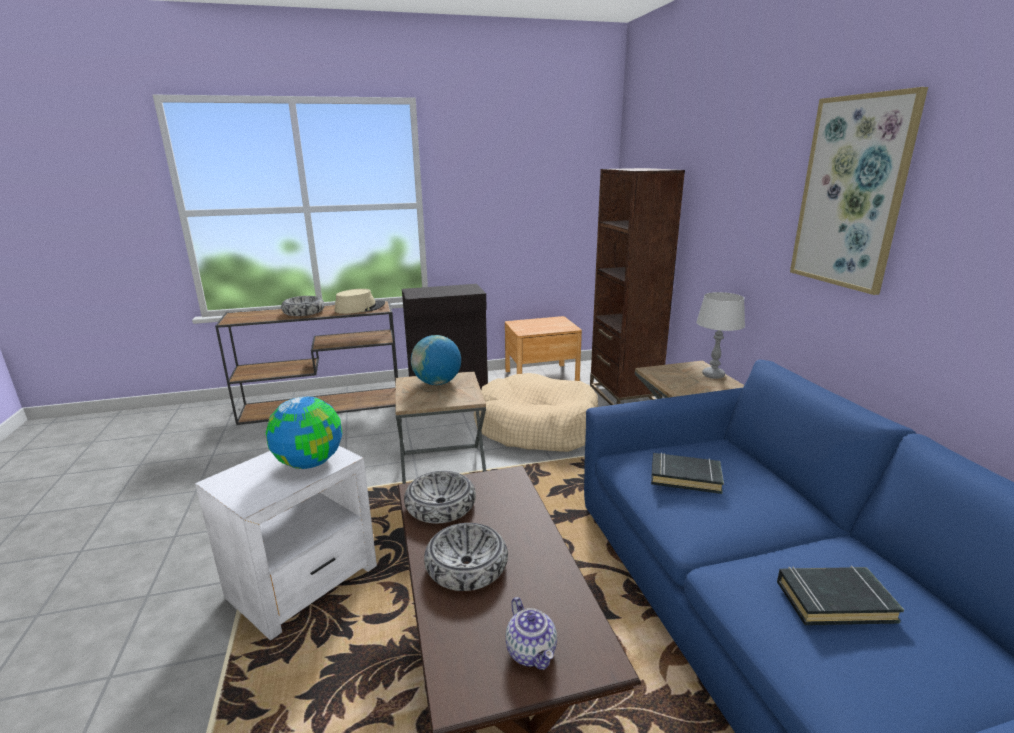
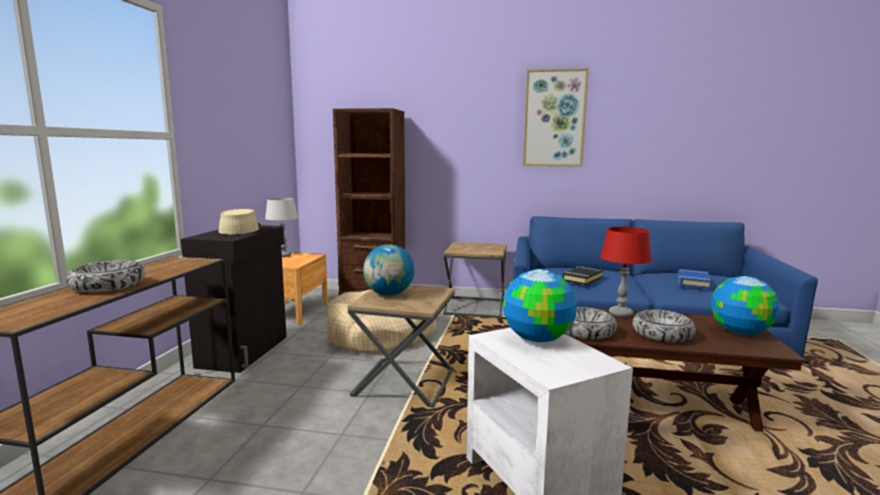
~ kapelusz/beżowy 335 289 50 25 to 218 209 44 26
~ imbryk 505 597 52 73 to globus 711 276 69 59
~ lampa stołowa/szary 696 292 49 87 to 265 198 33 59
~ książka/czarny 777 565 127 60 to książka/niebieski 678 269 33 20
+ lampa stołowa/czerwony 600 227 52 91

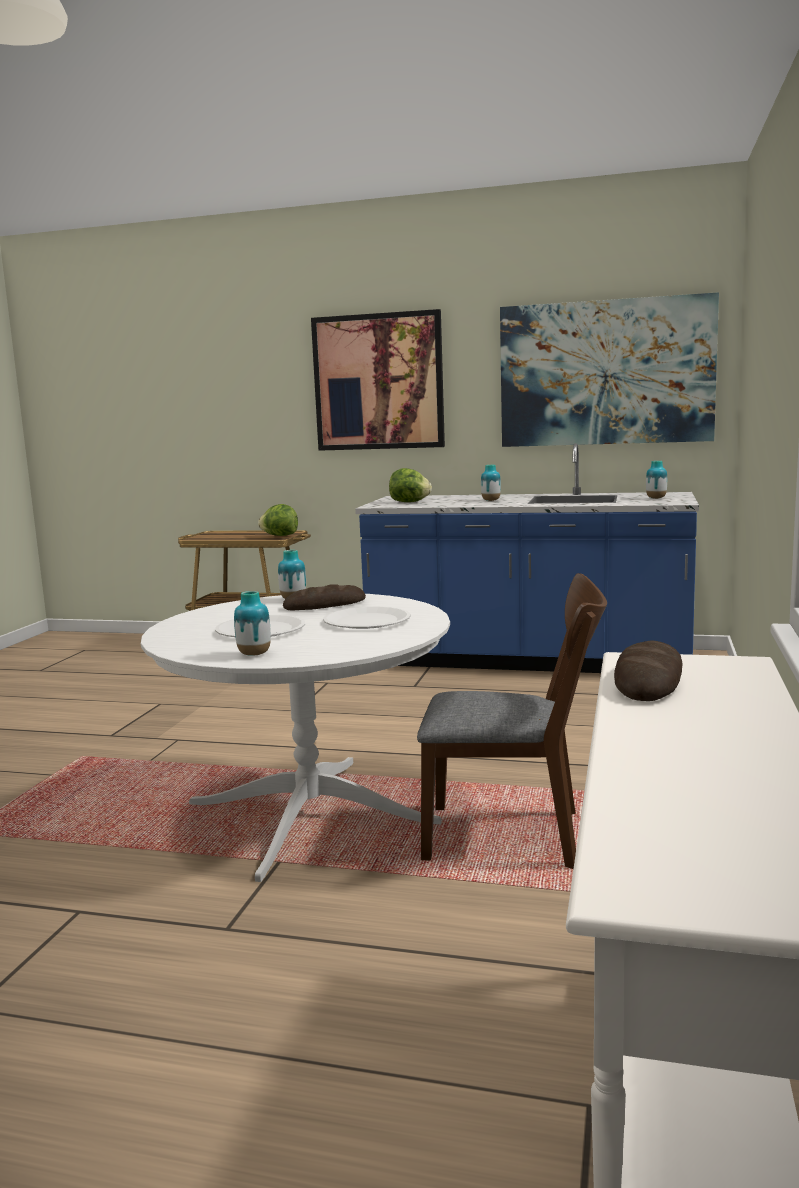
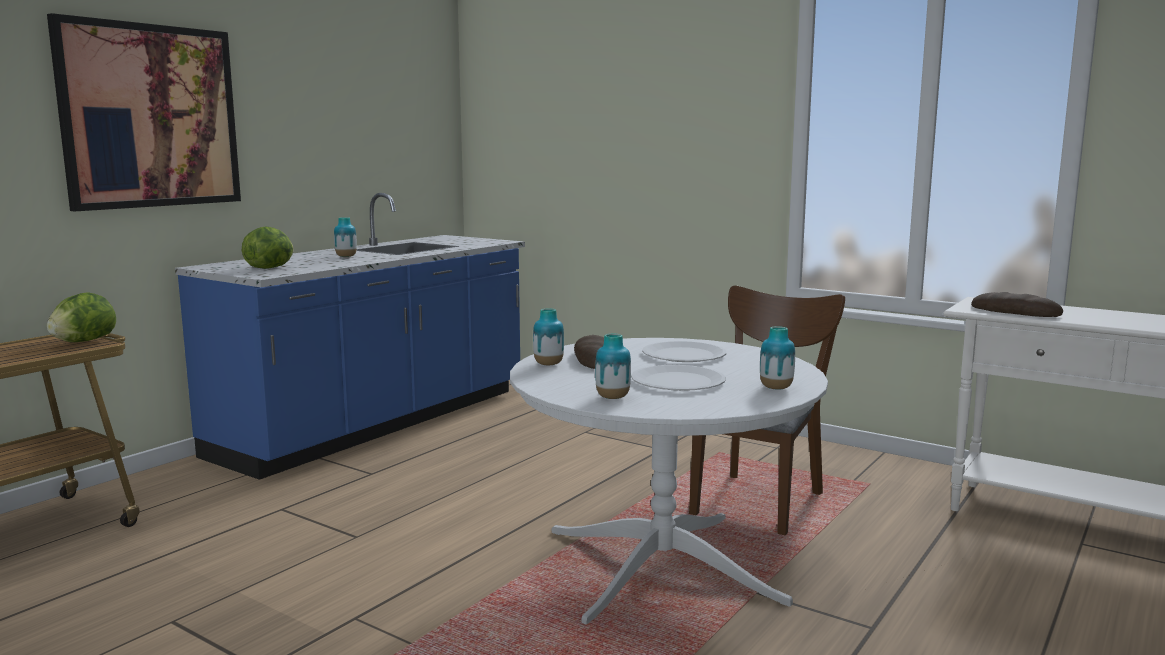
- obraz 500 292 219 155
~ wazon 646 461 21 38 to 595 334 36 65

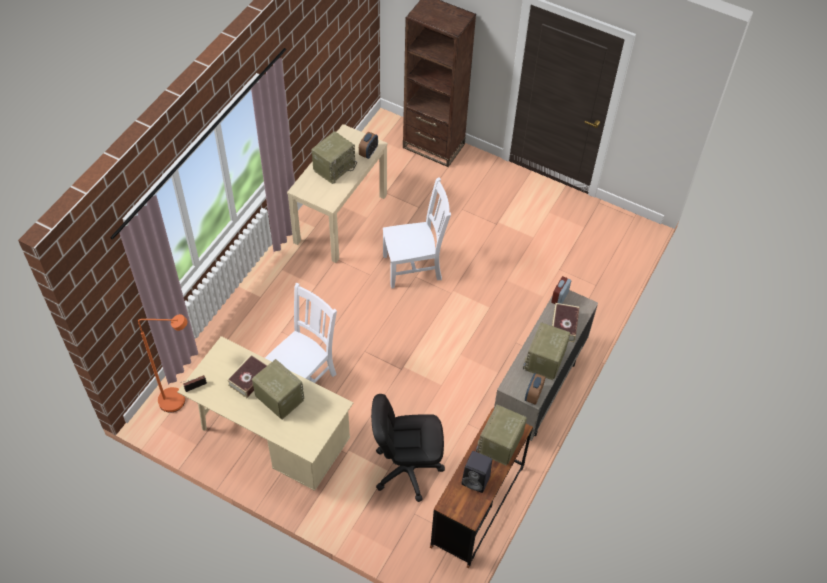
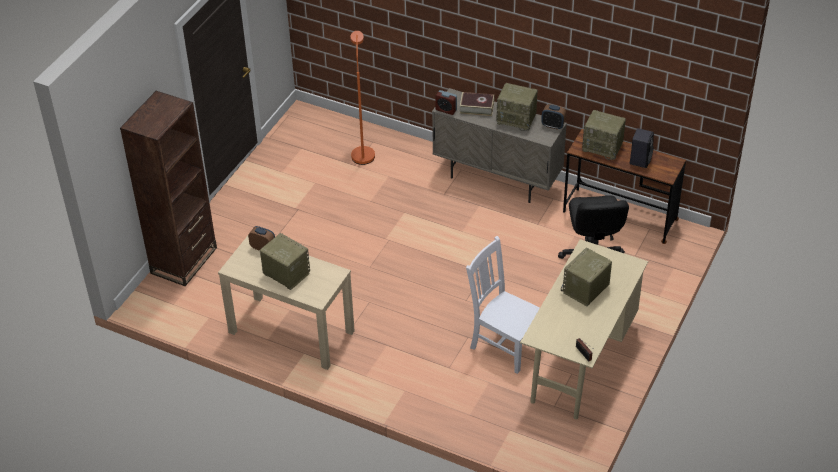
~ lampa stojąca/pomarańczowy 138 314 49 99 to 350 31 25 134
- książka 227 354 41 44
- krzesło/biały 383 177 68 111

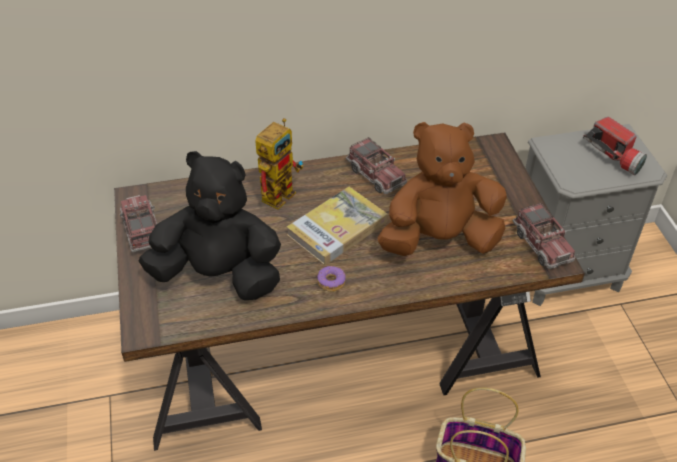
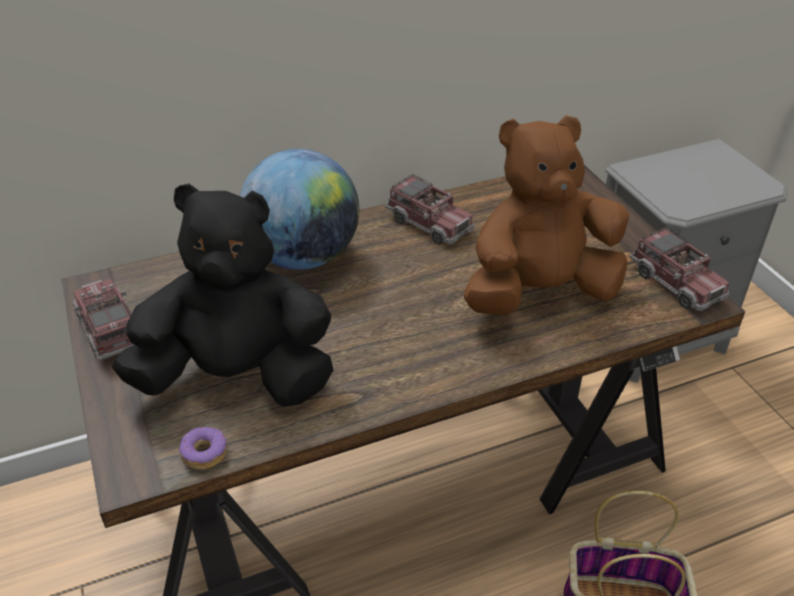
~ robot zabawkowy 255 118 49 91 to globus 240 149 119 121
- książka 287 187 100 78
~ donut 317 266 29 26 to 179 427 48 43
- latarka 583 117 64 58

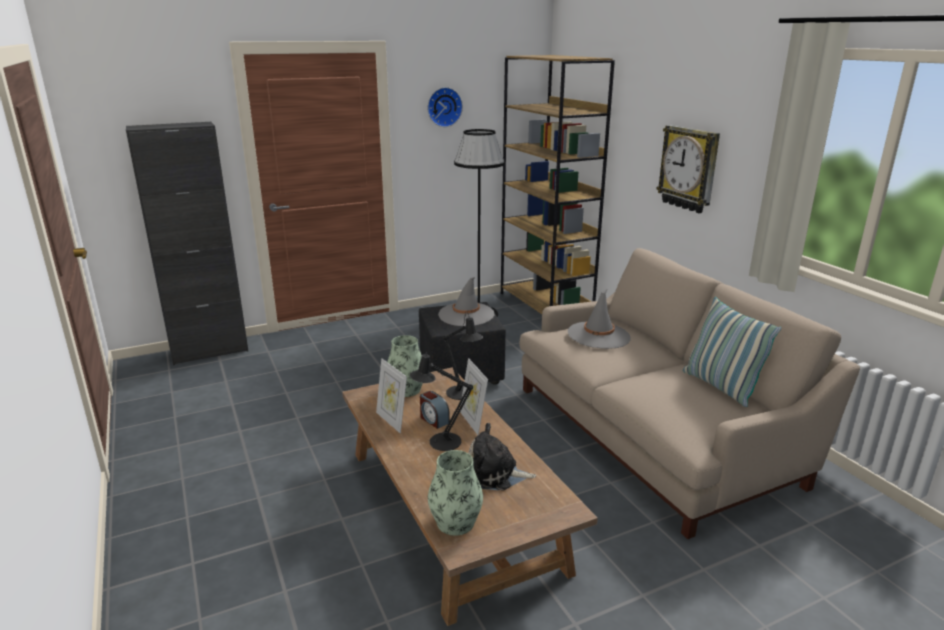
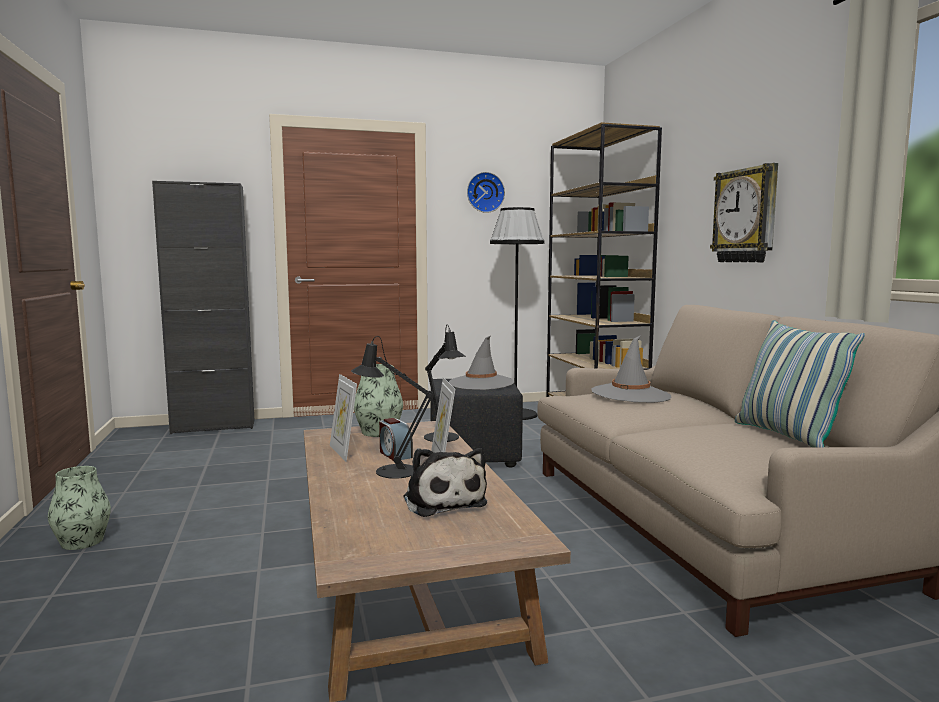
~ wazon 428 450 55 86 to 48 466 63 84
~ pluszak 468 423 68 68 = 403 448 84 69 135 degrees counterclockwise

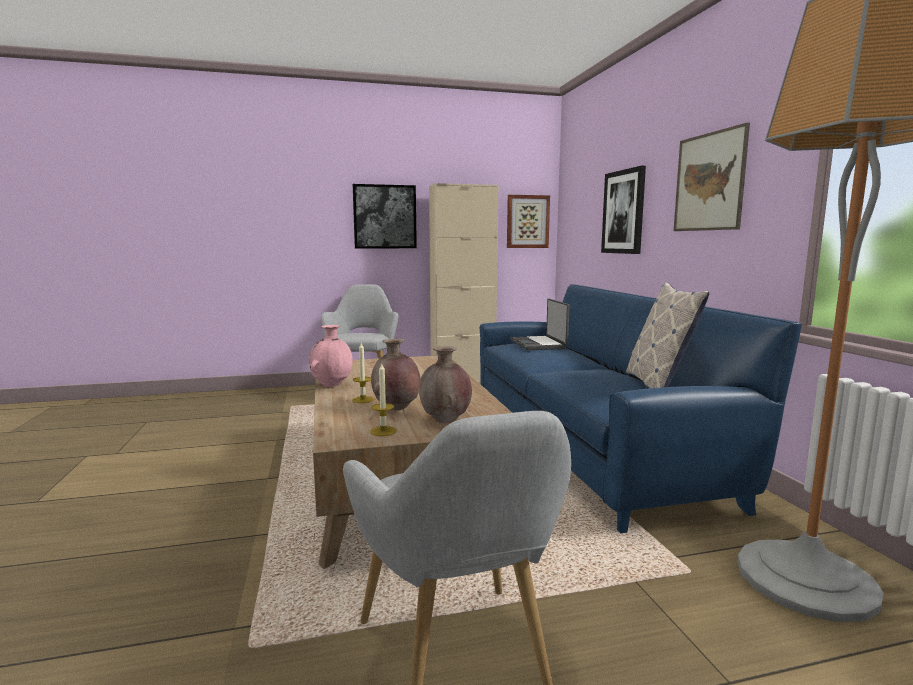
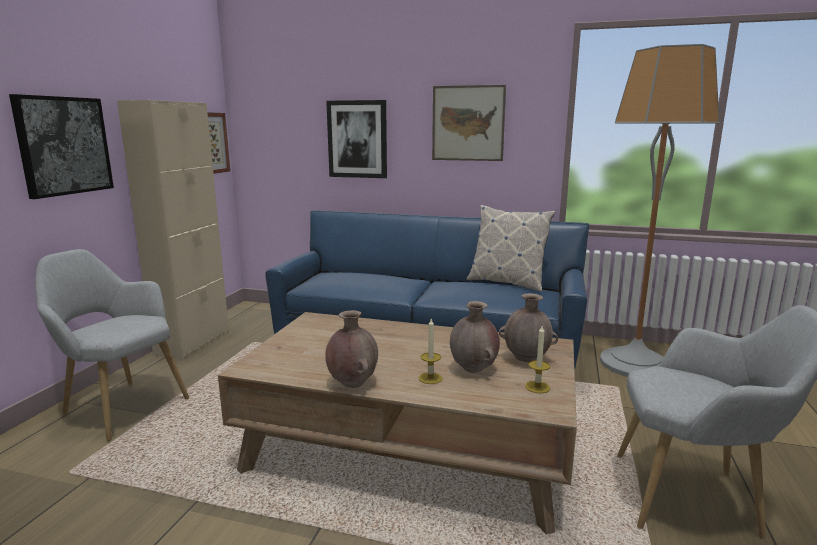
~ wazon/różowy 309 325 44 62 to wazon/brązowy 325 310 53 78
- laptop 510 299 59 51

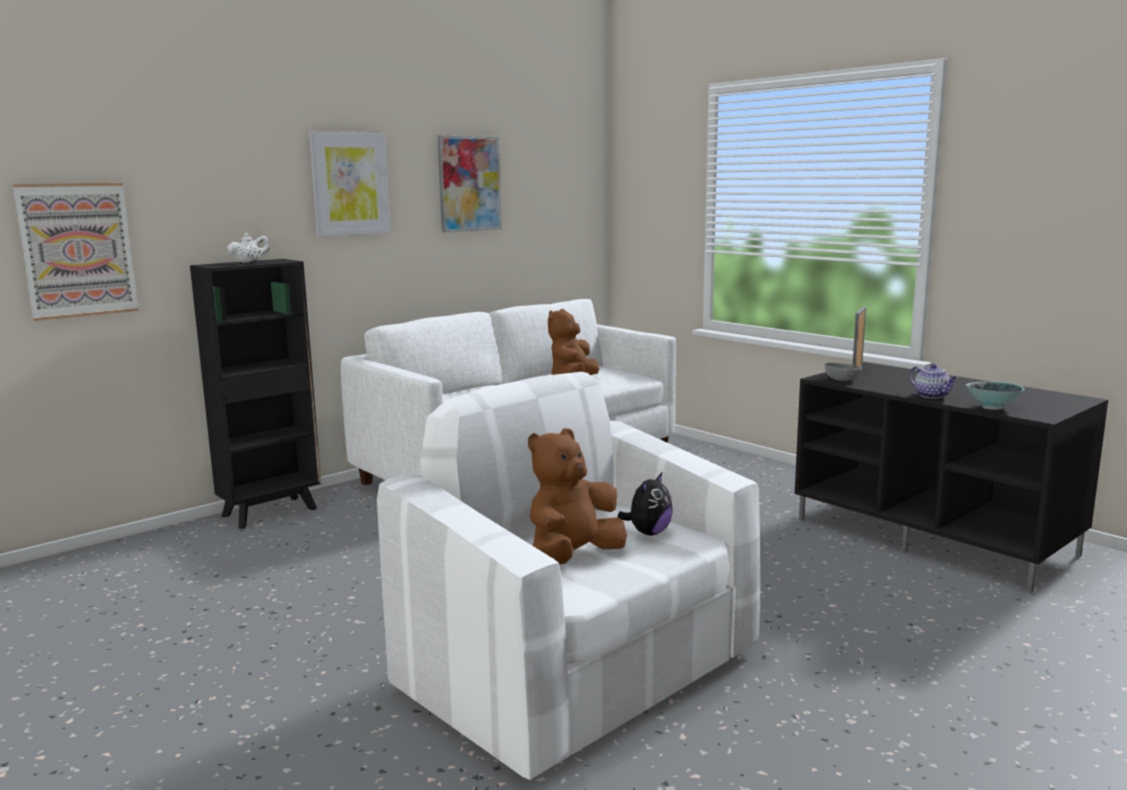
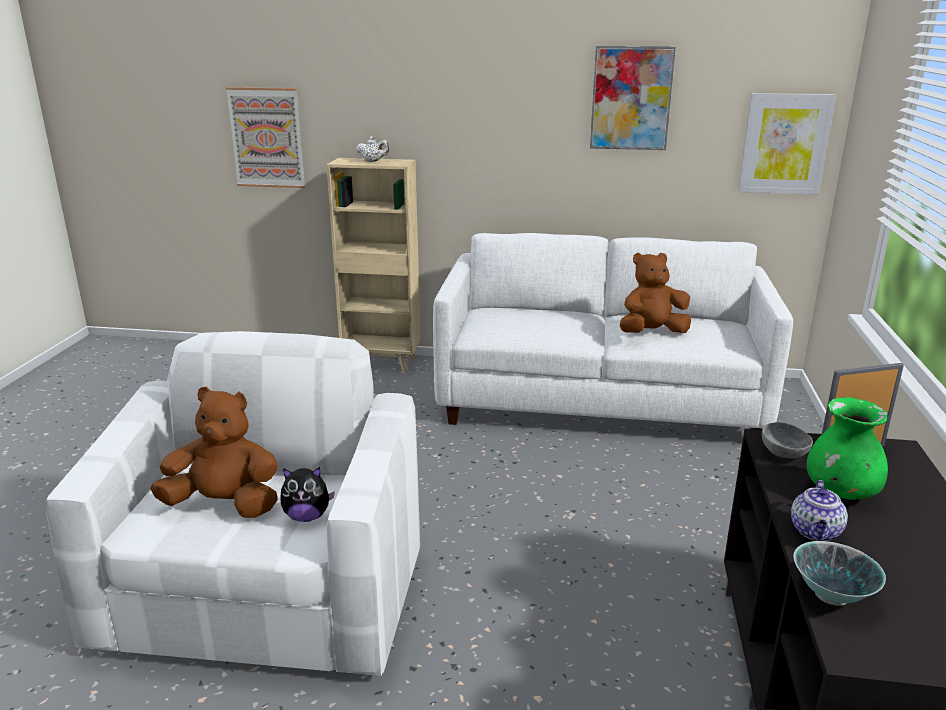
~ regał/czarny 190 259 131 270 to regał/beżowy 326 158 95 216
~ obraz 309 132 82 105 to 738 93 98 101
+ wazon/zielony 806 397 82 103

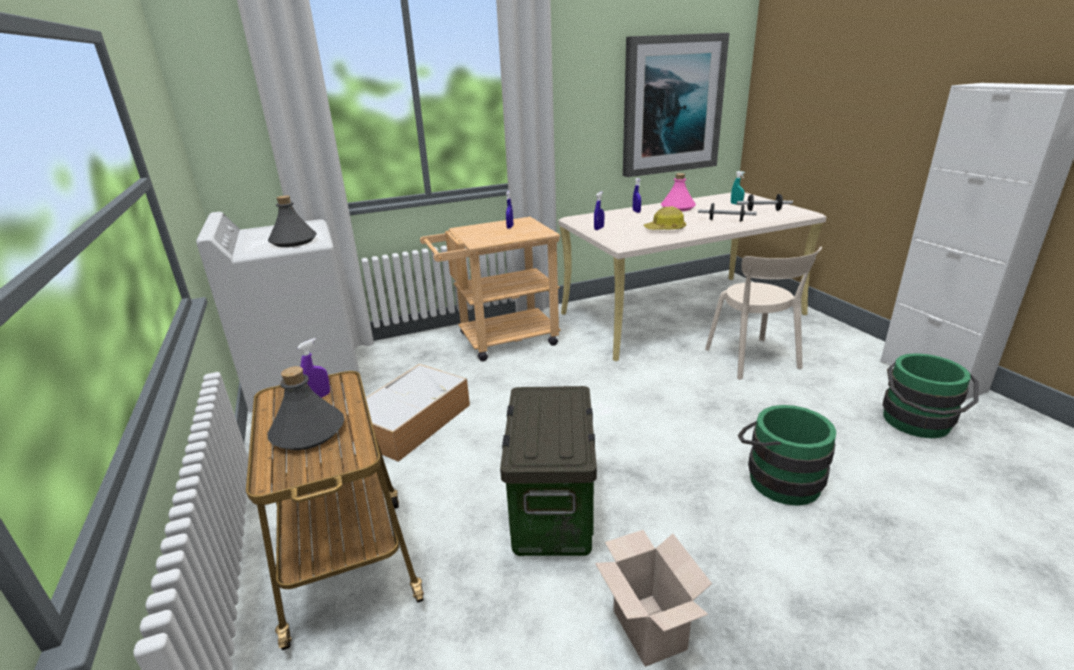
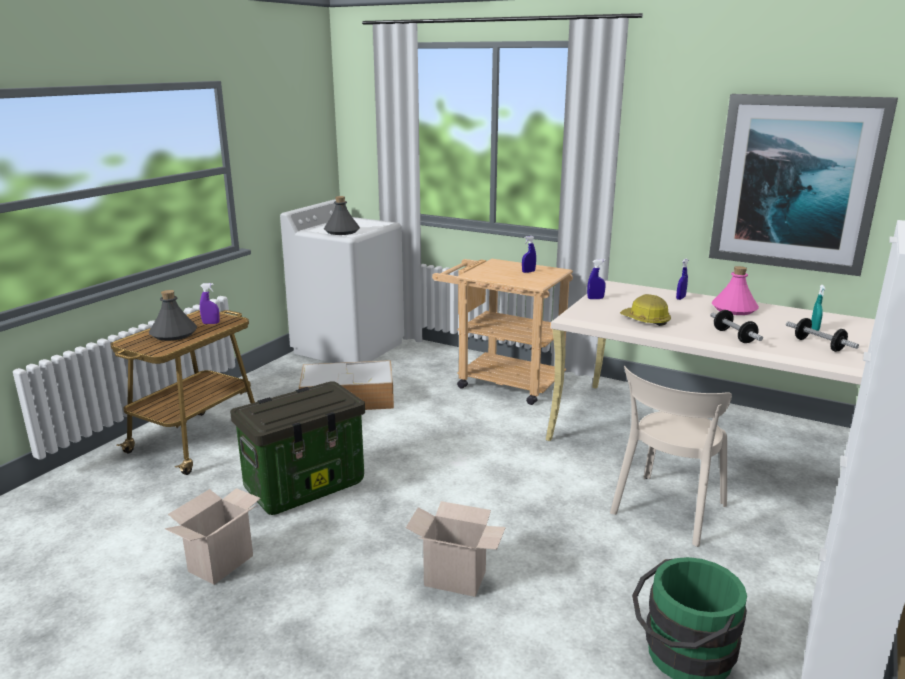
~ wiadro/zielony 738 405 98 101 to karton 406 501 100 96

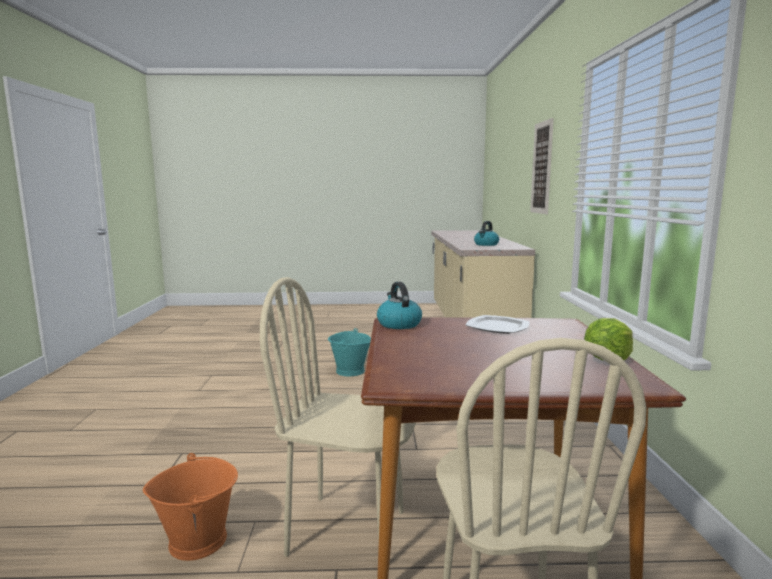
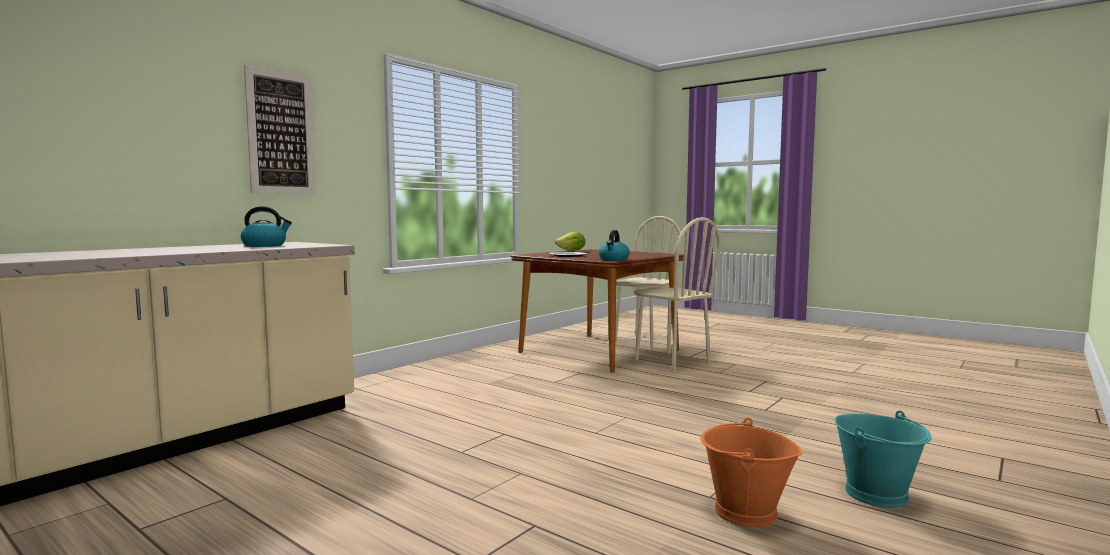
~ wiadro/pomarańczowy 143 453 95 108 to 700 418 103 109
~ wiadro/turkusowy 328 328 43 48 to 835 411 96 97

